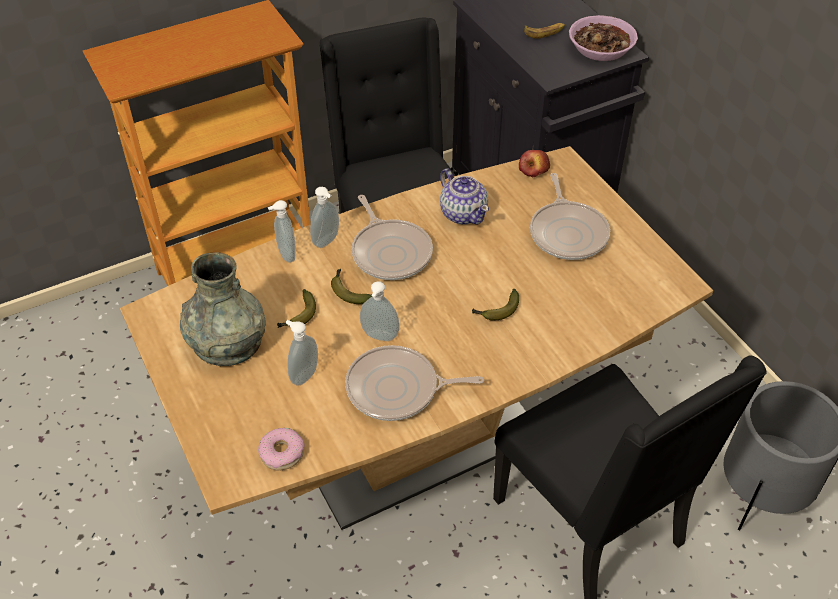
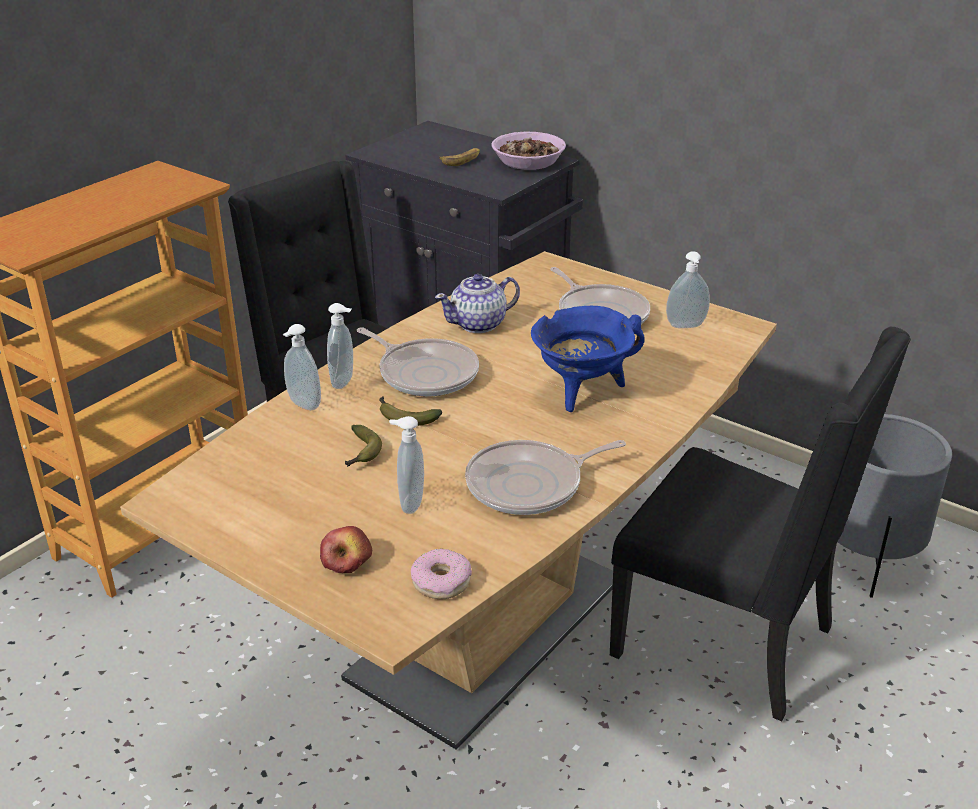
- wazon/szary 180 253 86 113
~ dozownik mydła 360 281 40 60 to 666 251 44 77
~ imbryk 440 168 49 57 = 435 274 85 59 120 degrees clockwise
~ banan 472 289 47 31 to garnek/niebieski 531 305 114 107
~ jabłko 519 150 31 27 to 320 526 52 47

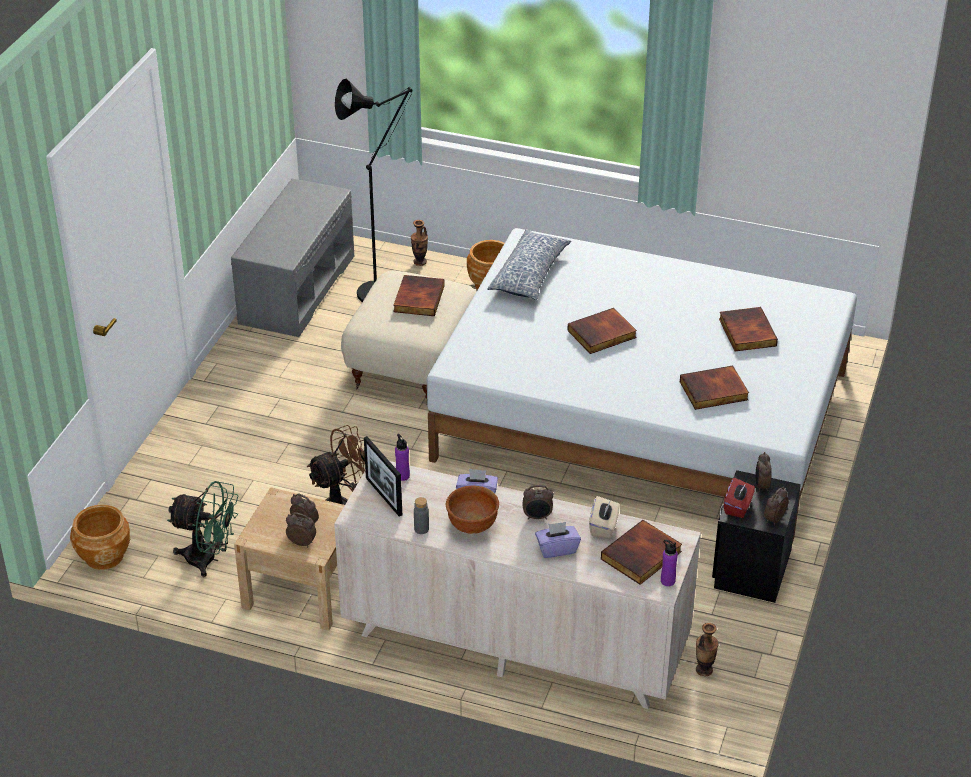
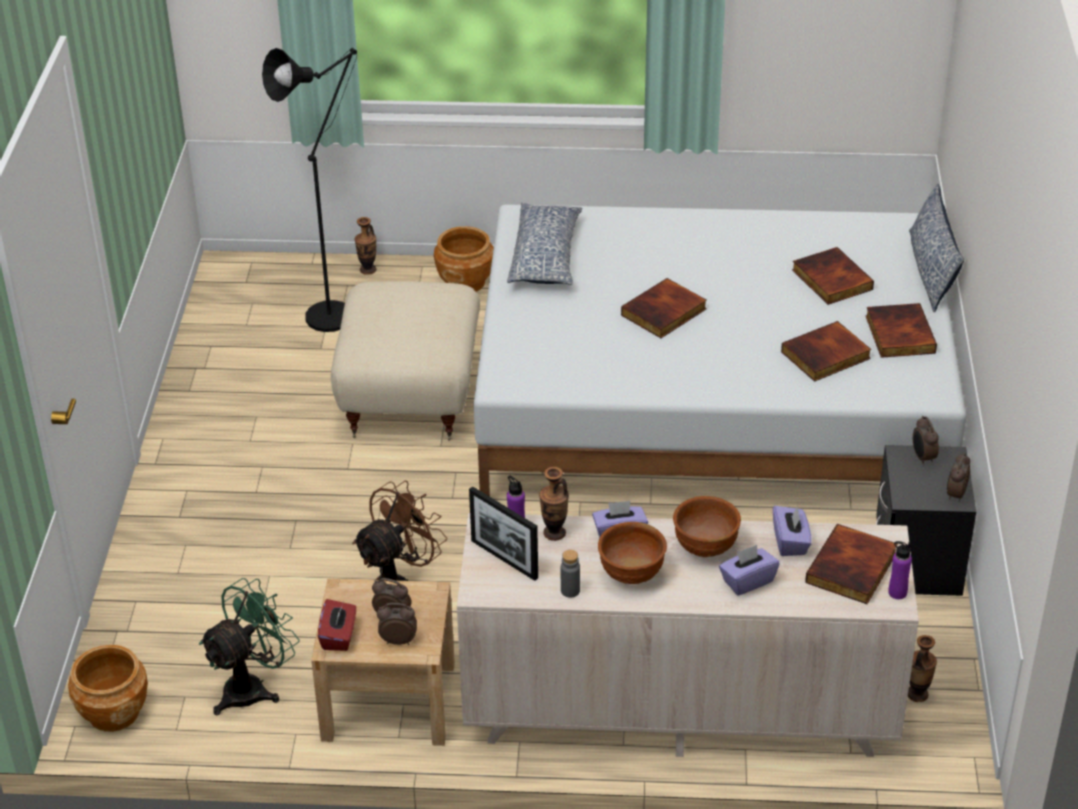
~ wentylator/zielony 167 481 71 96 = 199 578 101 137 45 degrees counterclockwise
- ławka/szary 231 179 123 158
~ książka 393 275 52 41 to 866 303 71 55
~ budzik 522 485 32 35 to miska/brązowy 673 496 68 61
~ pudełko chusteczek/beżowy 589 496 31 42 to pudełko chusteczek/fioletowy 773 506 38 50
~ pudełko chusteczek/czerwony 724 478 31 40 to 318 599 38 52
+ wazon 539 467 30 74
+ poduszka 909 184 55 128

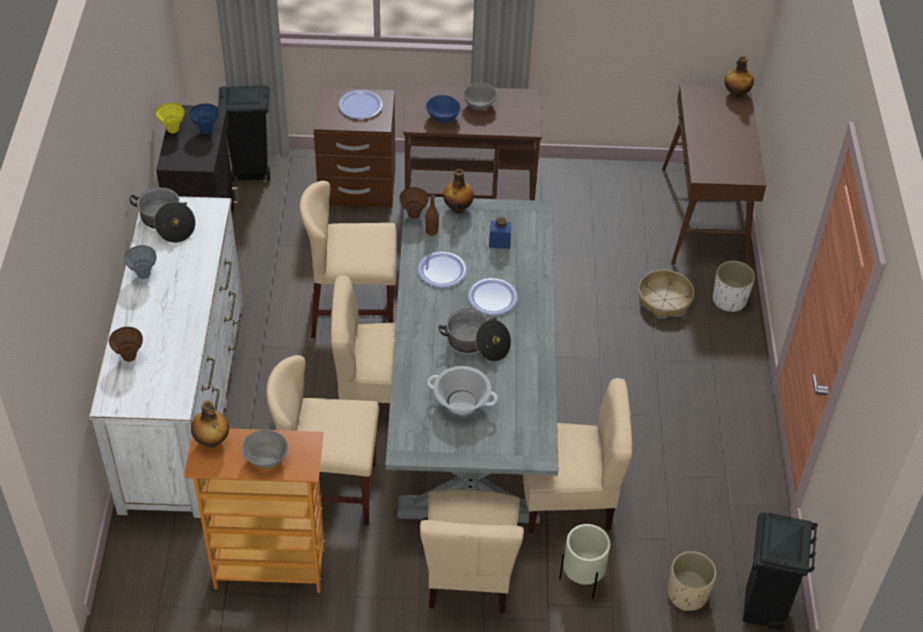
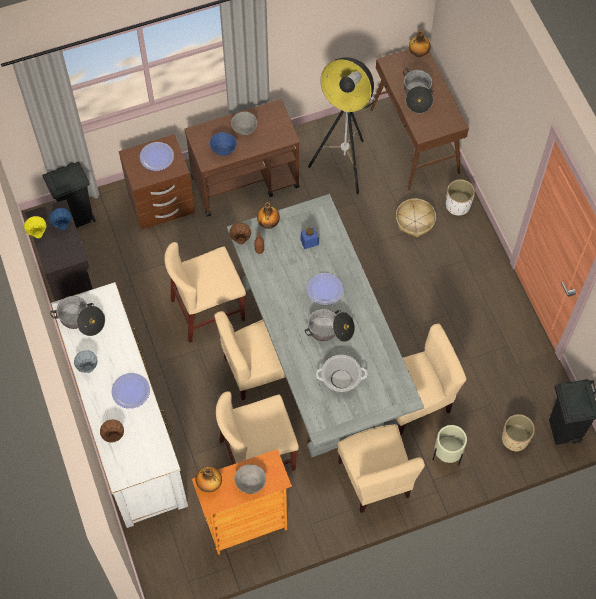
~ talerz 417 251 50 37 to 112 373 38 36
+ lampa stojąca 308 57 67 137
+ garnek 403 68 30 45

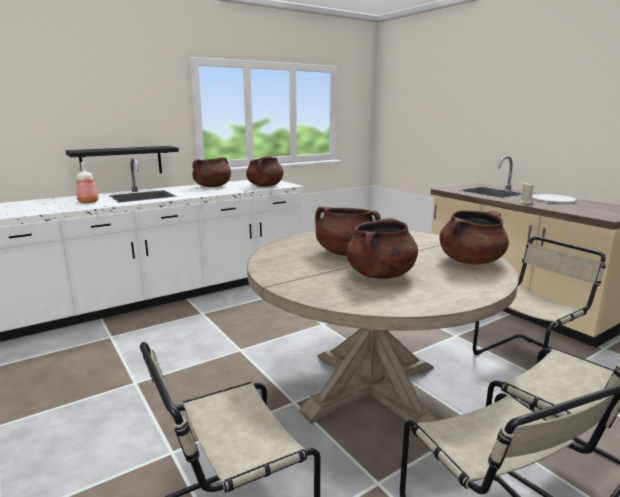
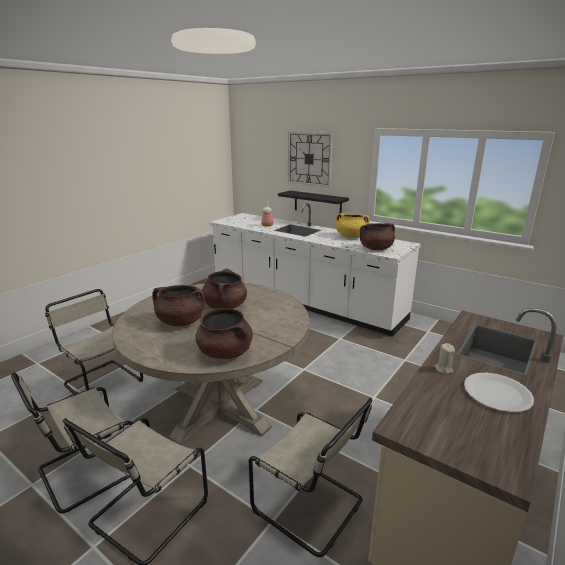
~ garnek/brązowy 192 157 39 30 to garnek/żółty 336 213 34 25
+ zegar ścienny 288 132 45 55

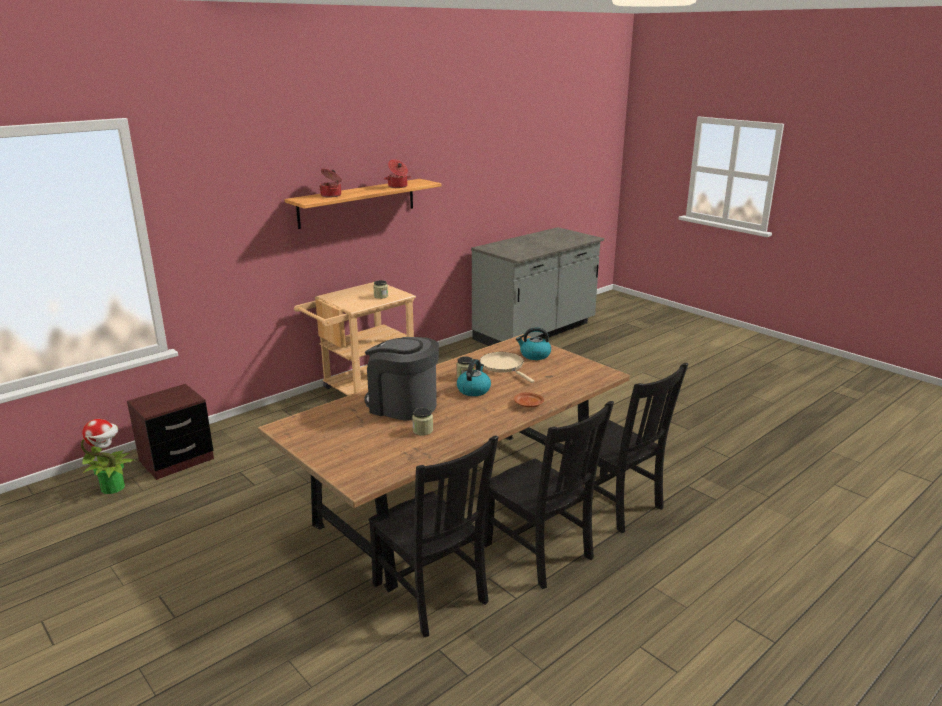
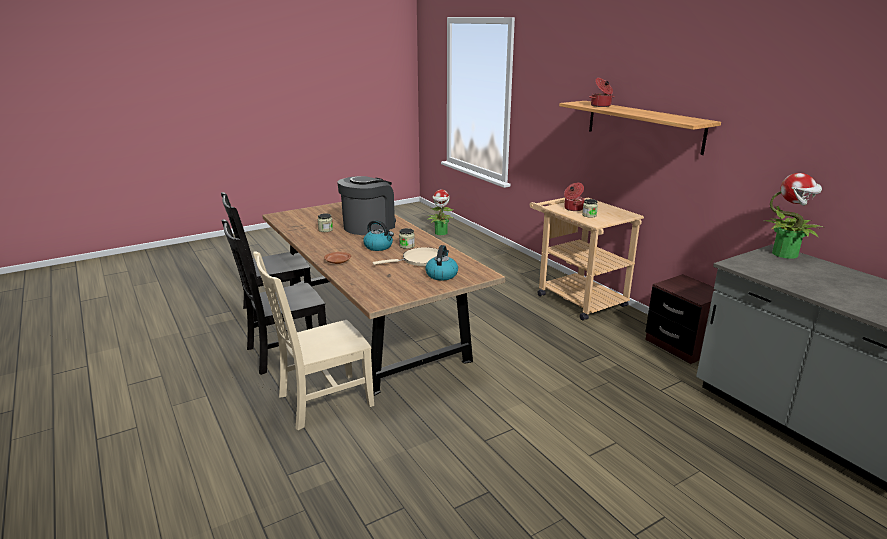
~ szafka nocna/brązowy 127 384 87 96 to 645 274 71 90
~ garnek 384 159 27 29 to 564 183 21 28
~ krzesło/czarny 564 363 125 170 to krzesło/beżowy 253 251 121 179
+ roślina doniczkowa 765 173 57 86

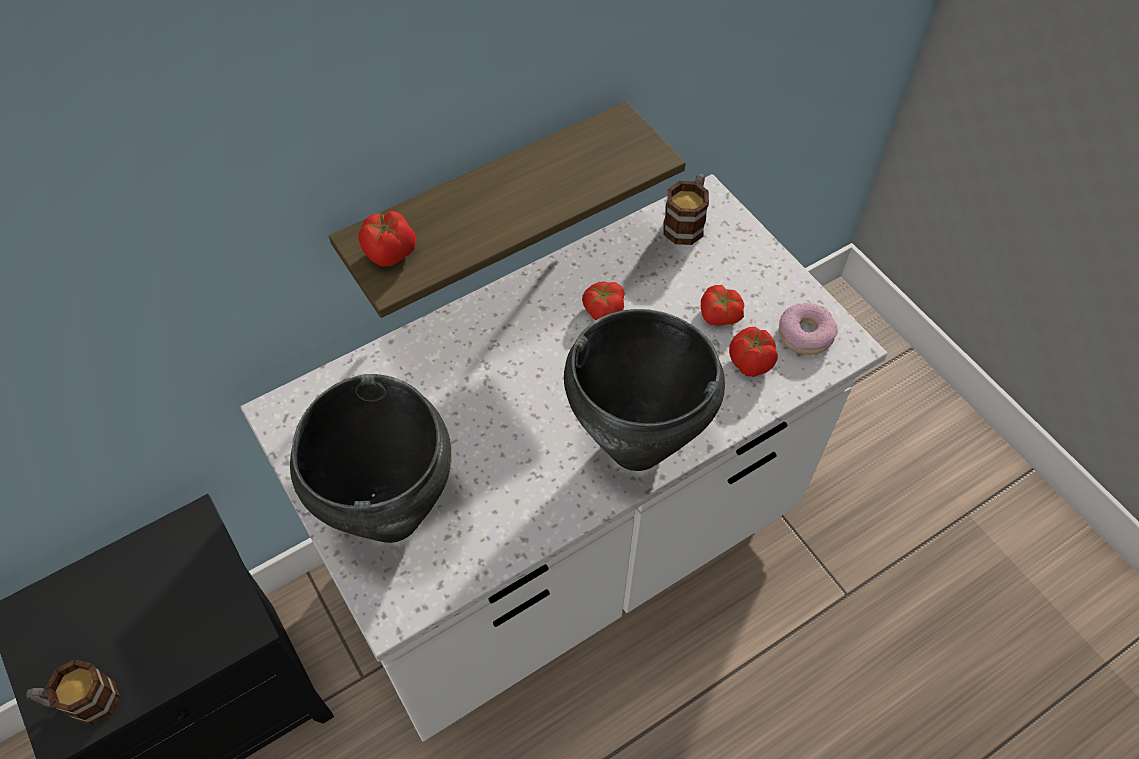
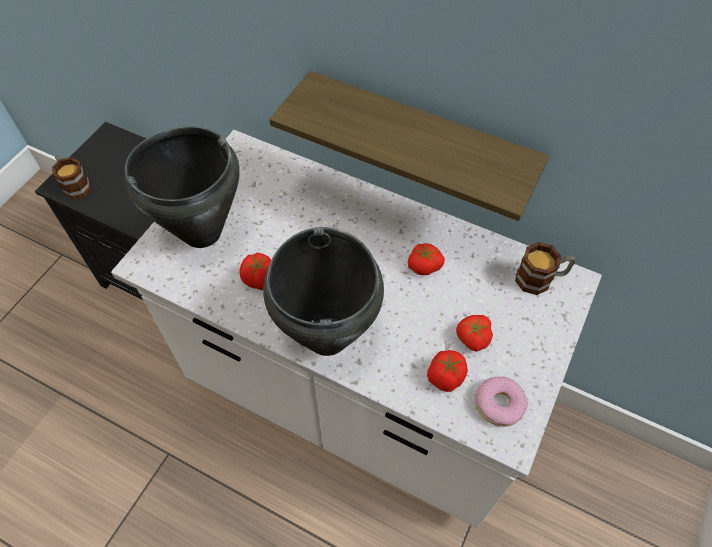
~ pomidor 358 211 58 56 to 239 253 32 37

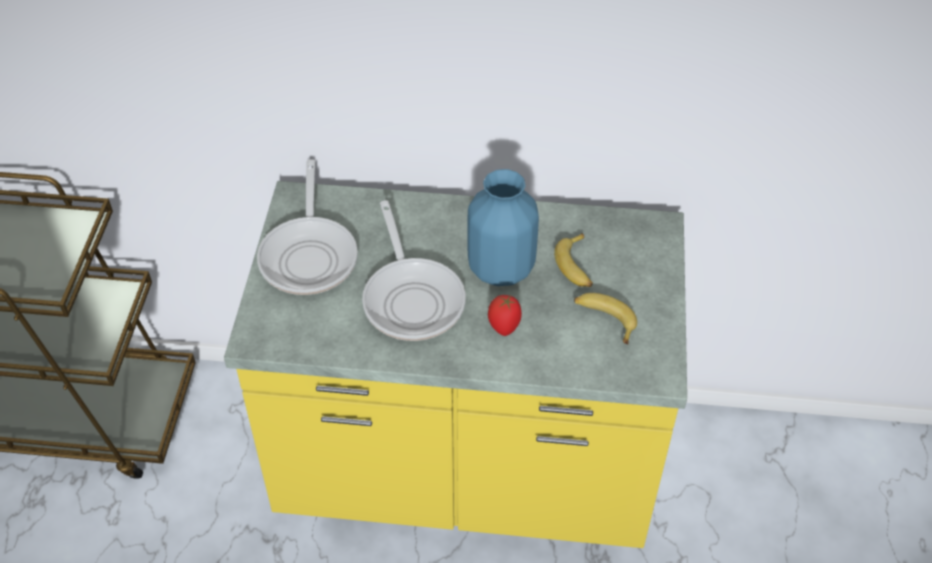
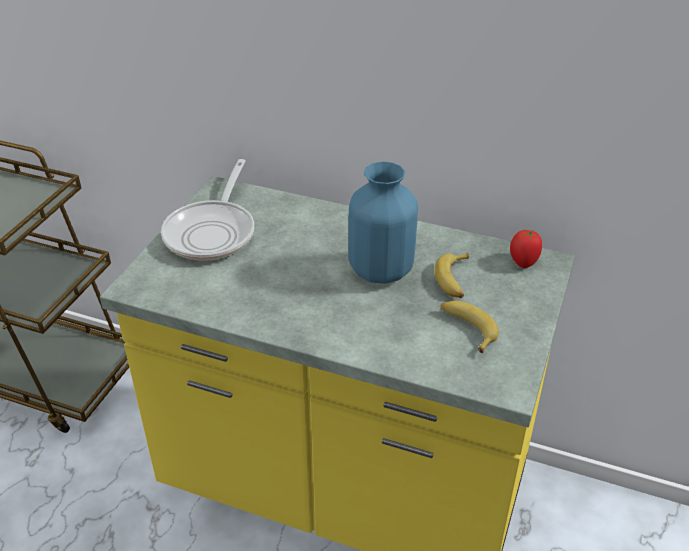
- patelnia 362 200 104 141
~ pomidor 488 295 34 41 to 510 230 32 38

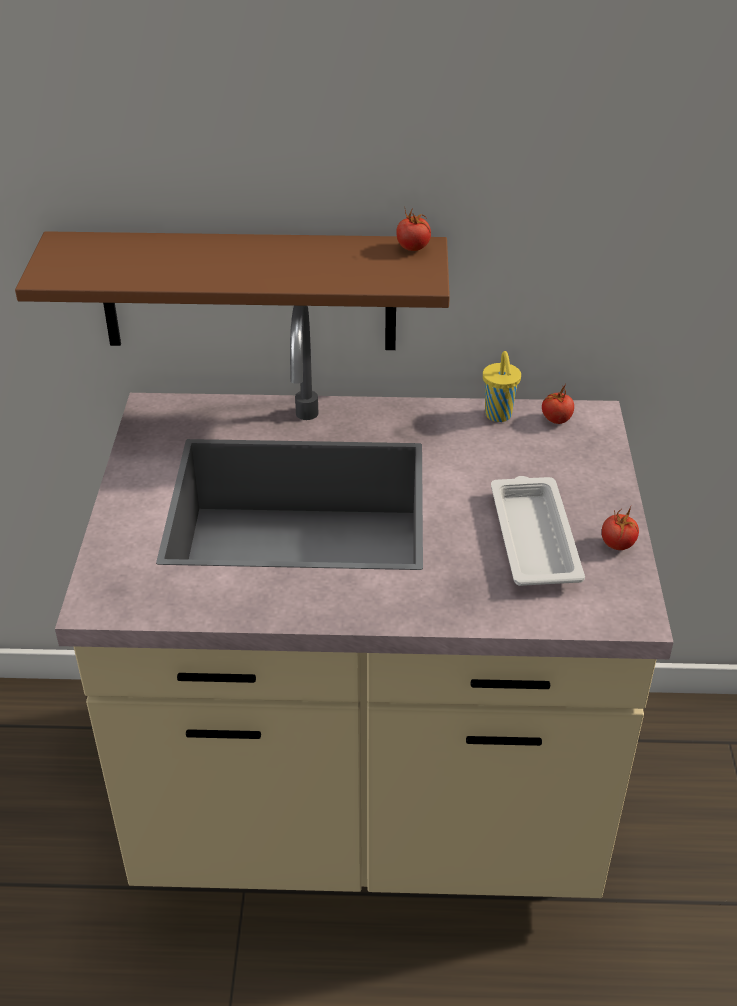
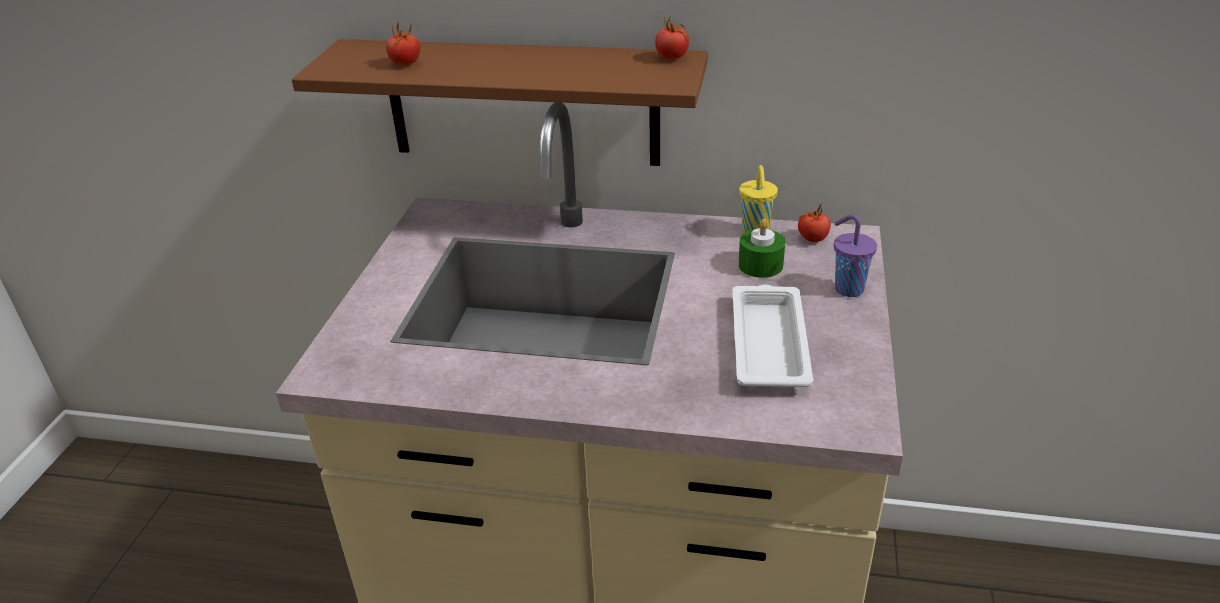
~ pomidor 602 507 37 43 to 386 23 34 42
+ świeca/zielony 738 219 47 59
+ filiżanka/fioletowy 834 214 43 83

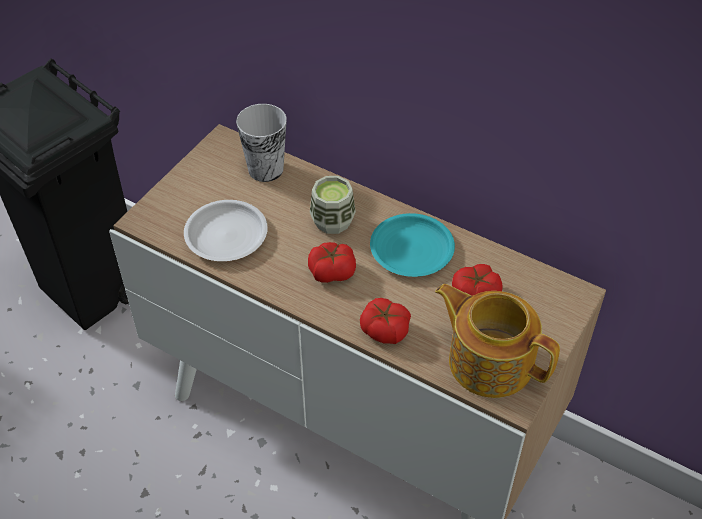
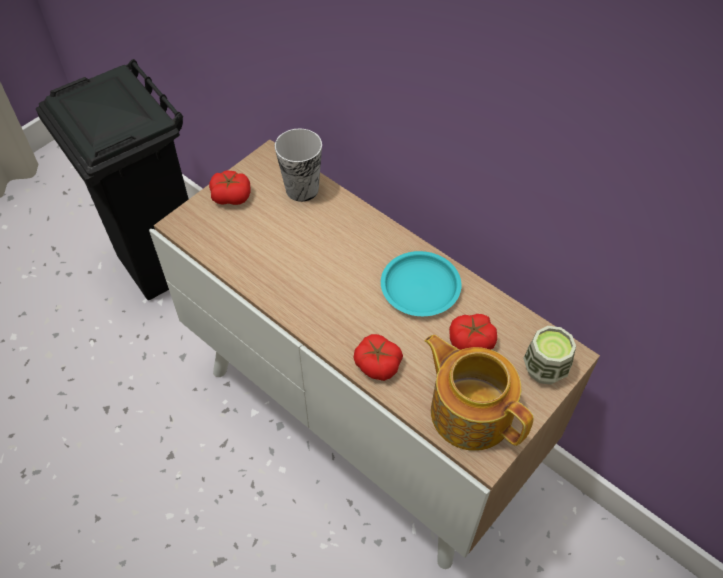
- talerz/biały 184 200 84 61
~ pomidor 308 242 48 41 to 209 171 41 34
~ filiżanka 310 176 46 58 to 523 326 53 59

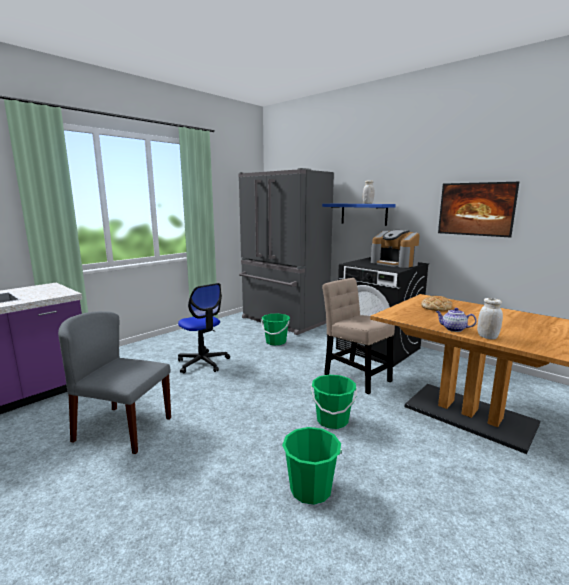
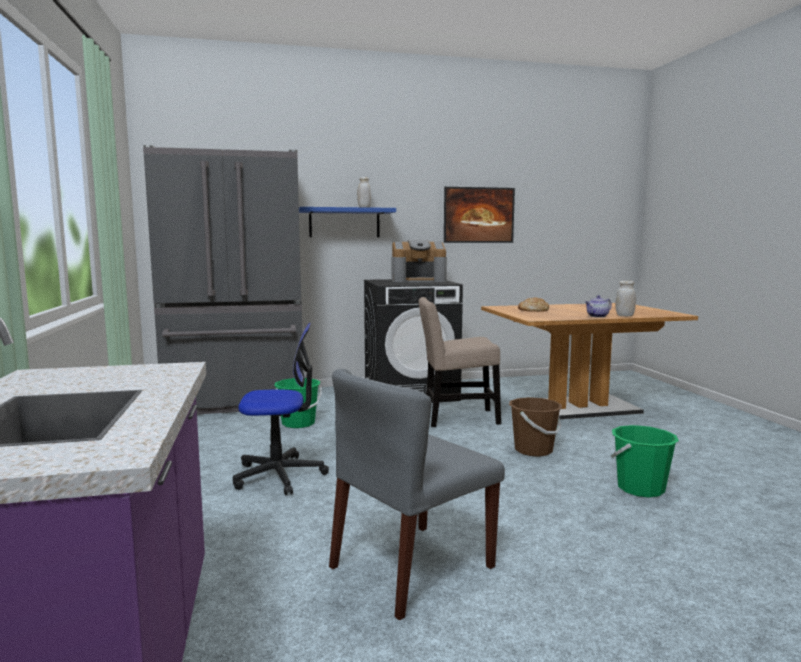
~ wiadro/zielony 311 375 46 54 to wiadro/brązowy 509 397 53 60

